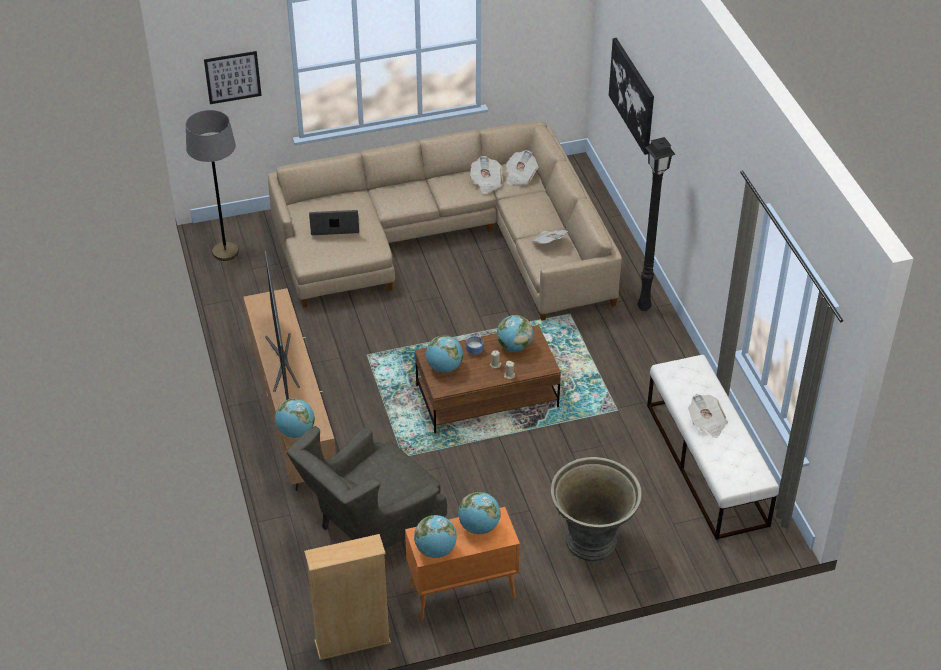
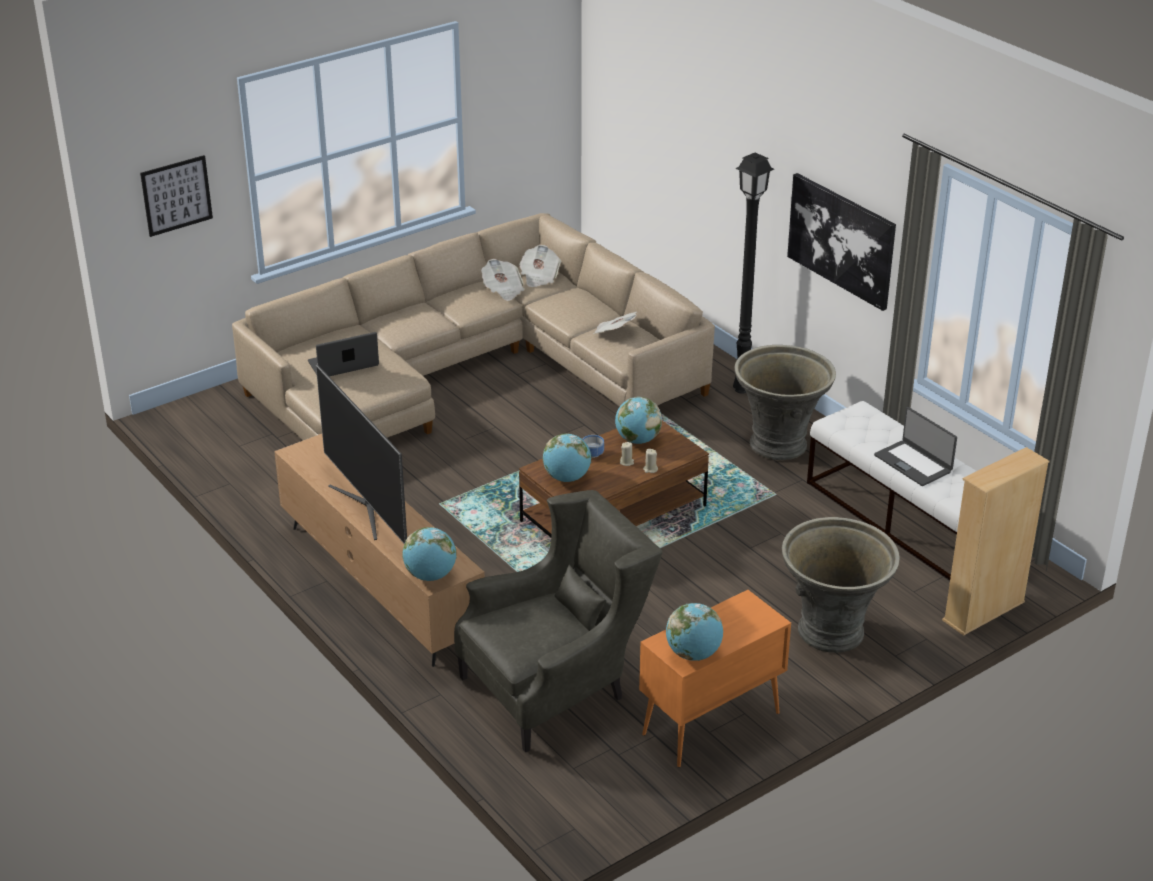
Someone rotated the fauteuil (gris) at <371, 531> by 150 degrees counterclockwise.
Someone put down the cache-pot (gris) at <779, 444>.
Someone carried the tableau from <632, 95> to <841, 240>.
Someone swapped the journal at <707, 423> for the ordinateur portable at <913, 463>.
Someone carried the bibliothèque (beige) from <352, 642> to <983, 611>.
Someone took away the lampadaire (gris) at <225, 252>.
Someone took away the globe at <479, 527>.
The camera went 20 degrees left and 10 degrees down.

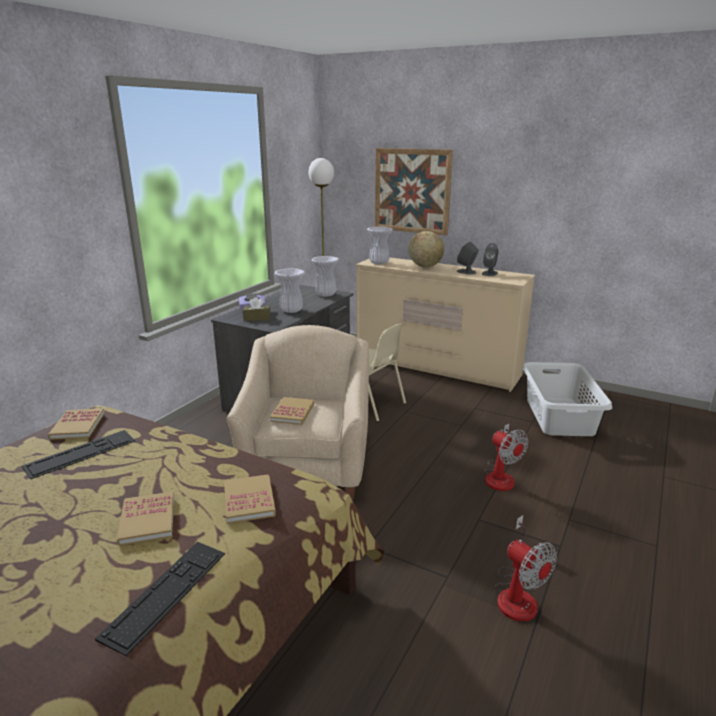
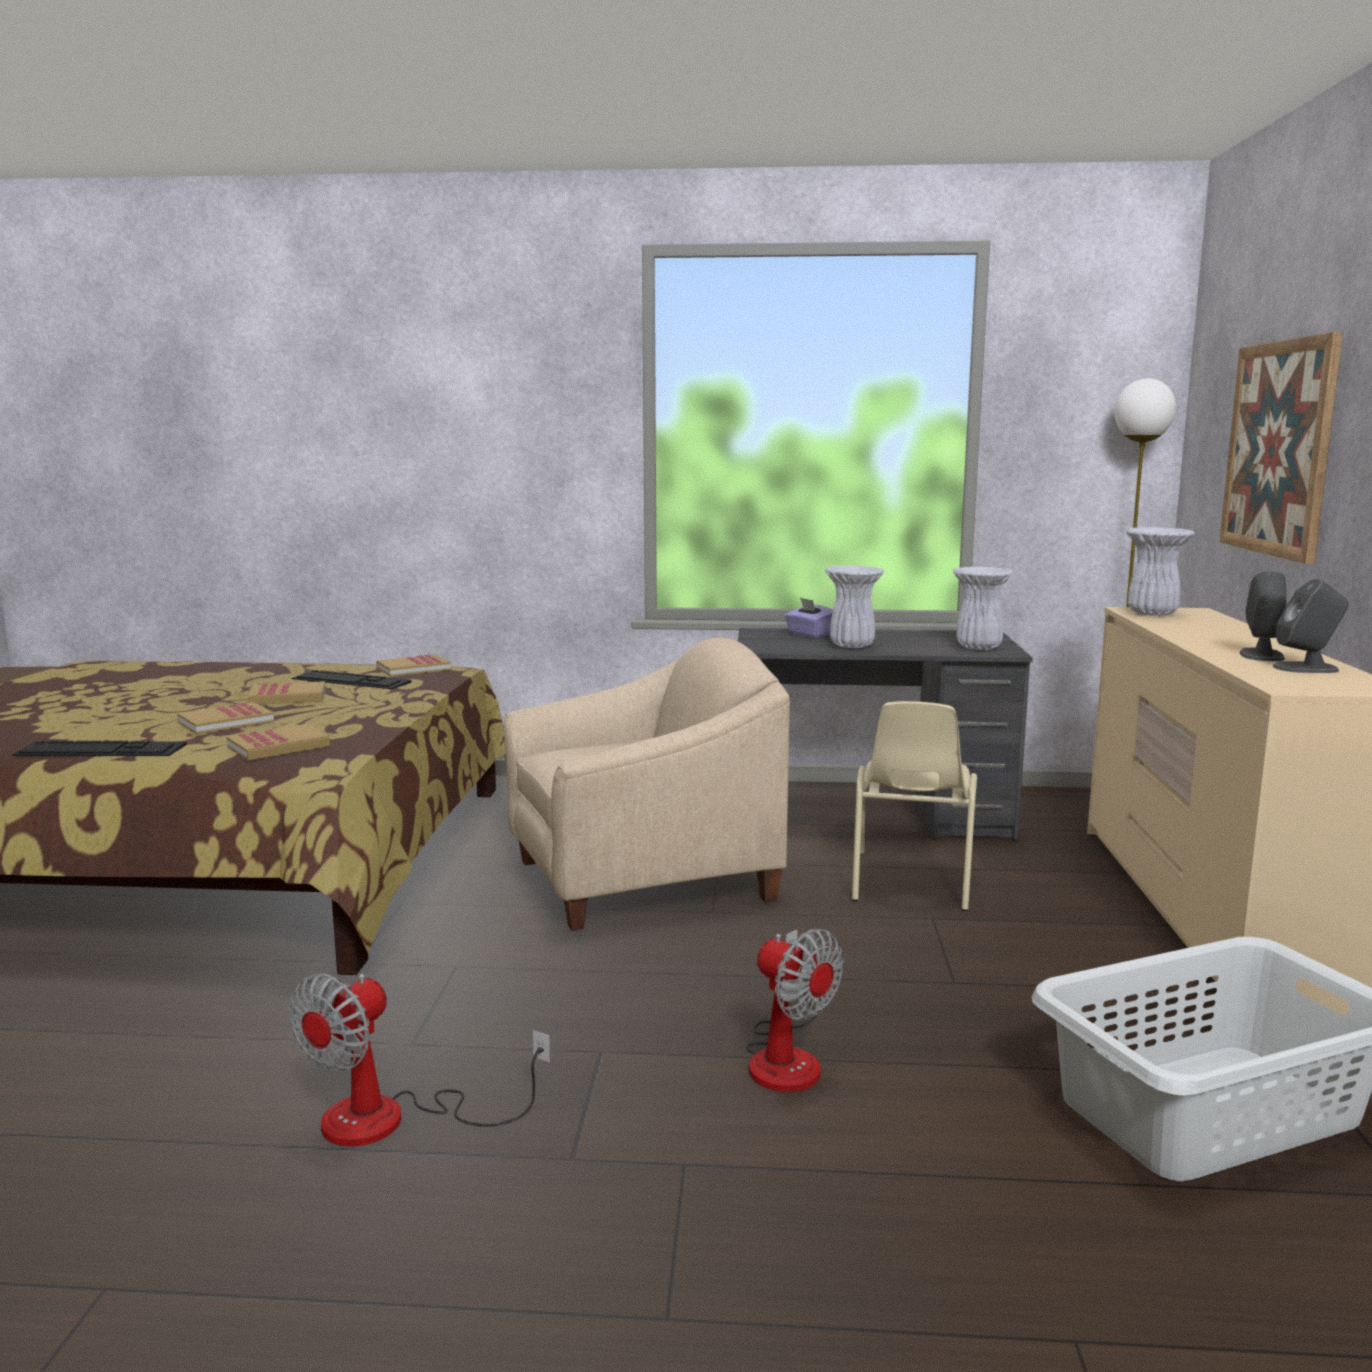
Someone carried the livre from <292, 412> to <288, 697>.
Someone rotated the ventilateur at <501, 476> by 75 degrees counterclockwise.
Someone took away the boîte à mouchoirs (marron) at <257, 318>.
Someone took away the globe at <425, 266>.
The camera went 65 degrees right and 10 degrees down.

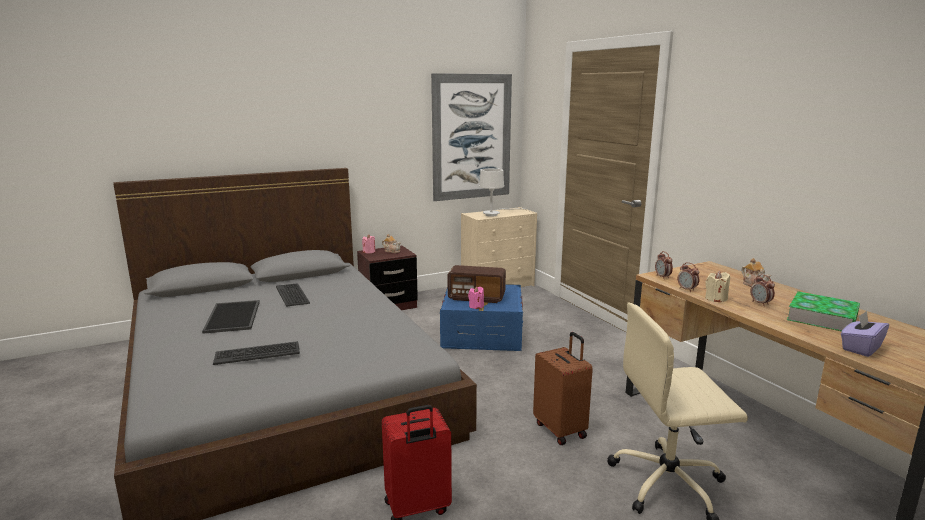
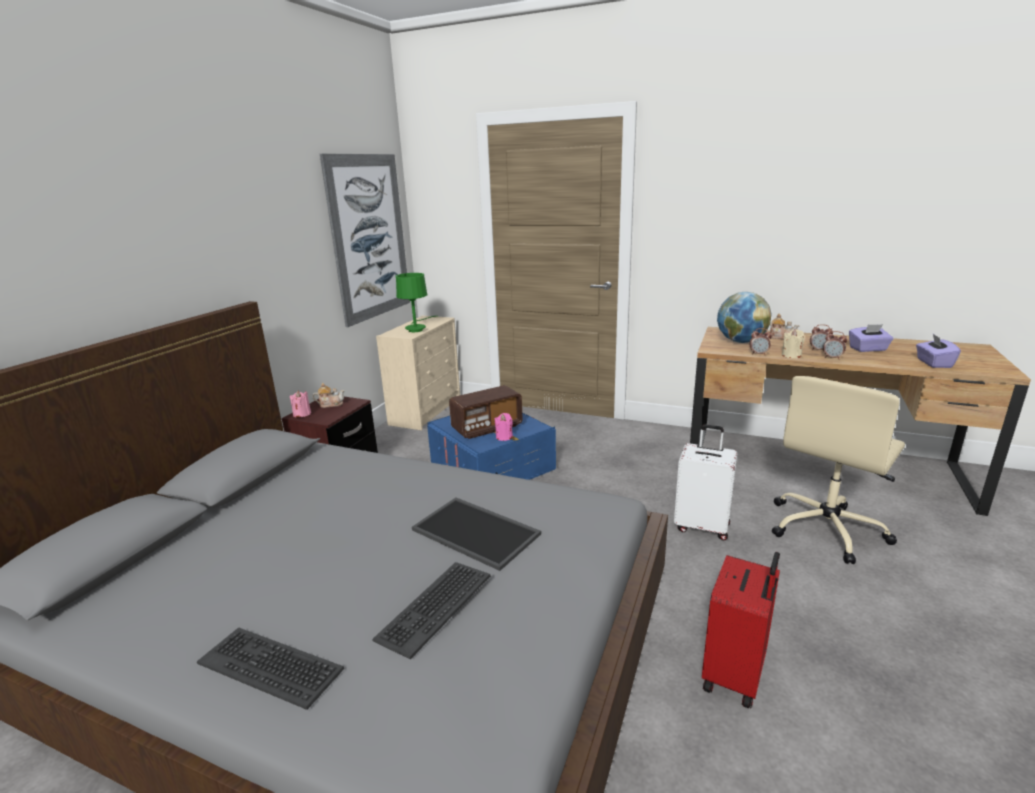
Someone carried the clavier from <293, 295> to <271, 666>.
Someone repainted the lampe de table (blanc) at <494, 214>, which became the lampe de table (vert) at <416, 328>.
Someone carried the plateau from <234, 317> to <478, 531>.
Someone repainted the valise (marron) at <561, 429>, which became the valise (blanc) at <702, 526>.
Someone put down the globe at <740, 341>.
Someone carried the réveil from <662, 277> to <832, 358>.
Someone swapped the livre at <822, 318> for the boîte à mouchoirs (violet) at <868, 349>.
The camera went 40 degrees left and 5 degrees up.

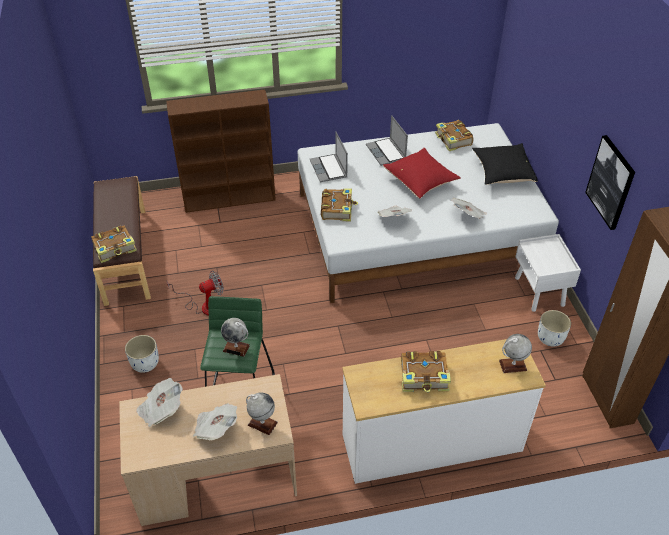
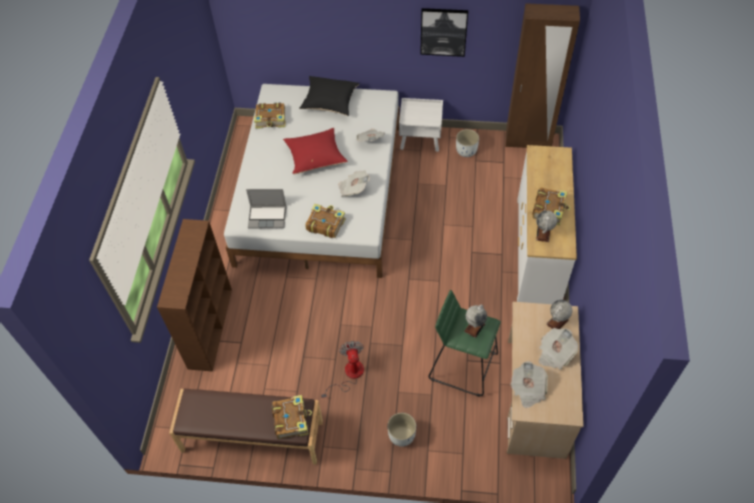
Someone carried the globe from <512, 365> to <543, 234>.
Someone took away the ordinateur portable at <386, 153>.
The camera went 70 degrees left and 10 degrees up.

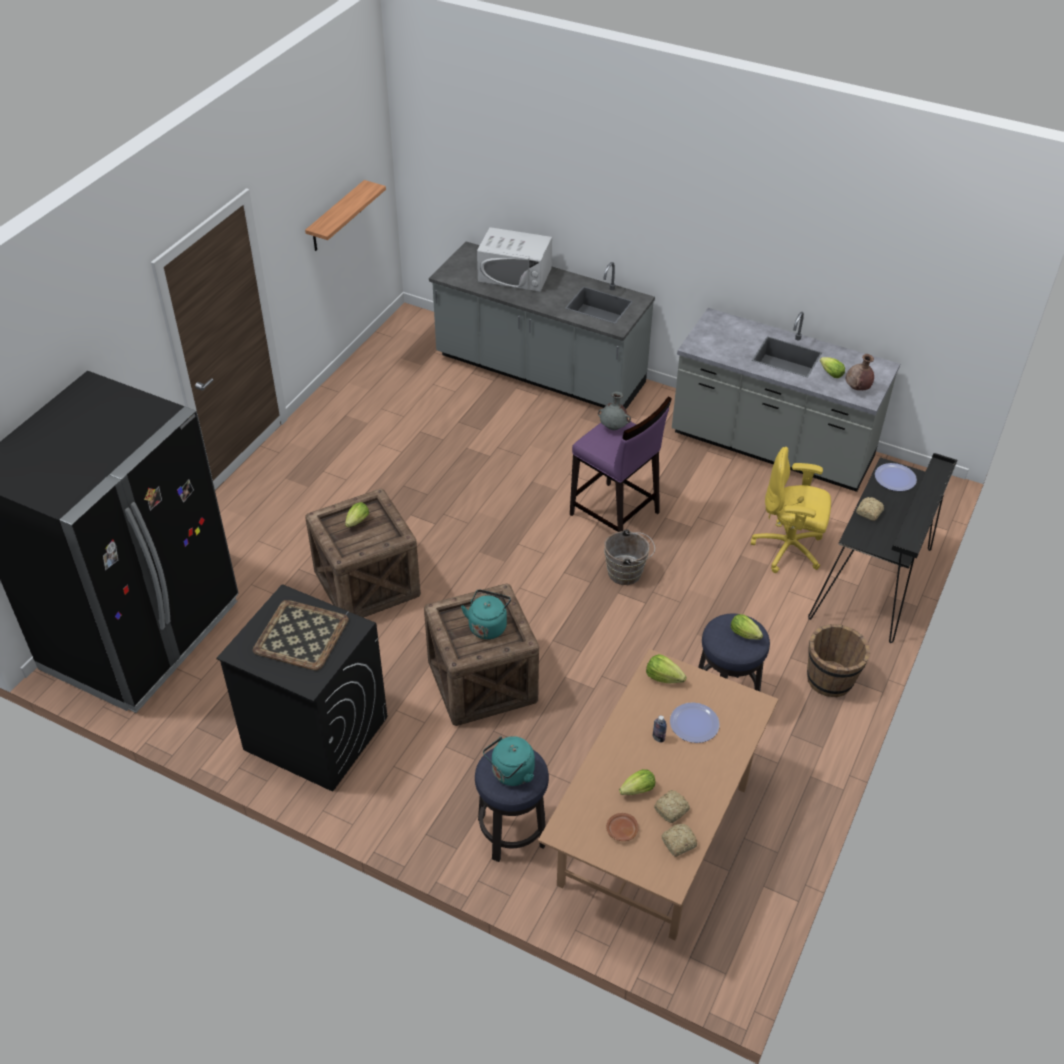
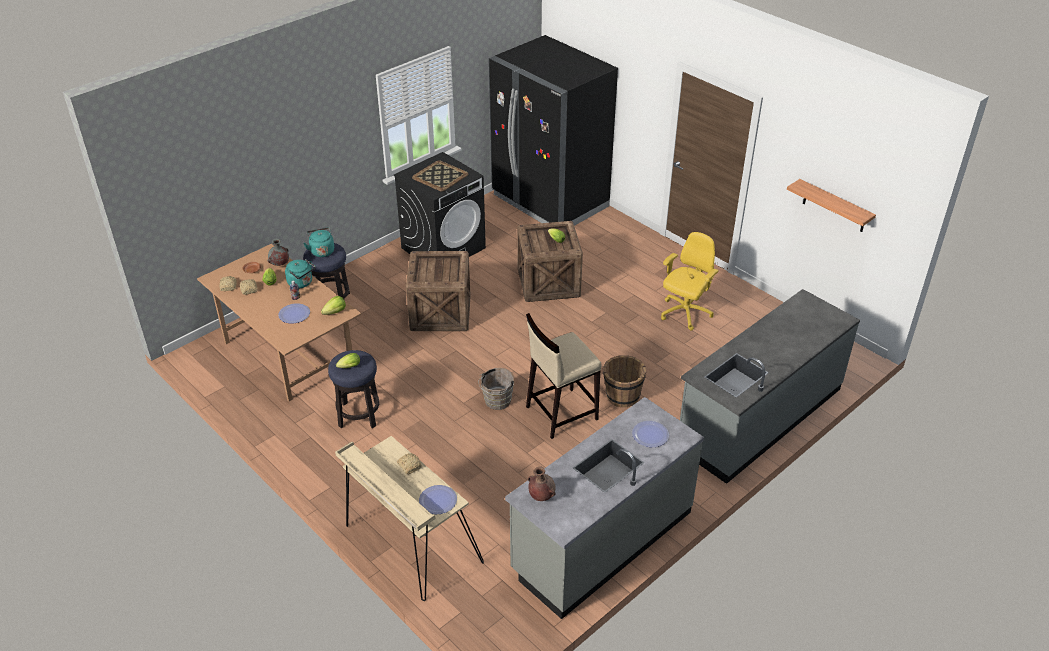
Someone carried the vase (gris) from <613, 427> to <279, 264>.
Someone carried the bouilloire (turquoise) from <488, 625> to <301, 283>.
Someone repainted the bureau (noir) at <874, 582>, which became the bureau (beige) at <409, 544>.
Someone repainted the tabouret (violet) at <614, 514>, which became the tabouret (beige) at <560, 413>.
Someone carried the seau (marron) from <830, 680> to <622, 396>.
Someone put down the assiette at <650, 434>.
Someone carried the chaise de bureau (jaune) from <789, 549> to <685, 313>.
Someone took away the micro-ondes (blanc) at <515, 275>.
Someone took away the laitue at <829, 373>.
The camera went 110 degrees right and 5 degrees down.

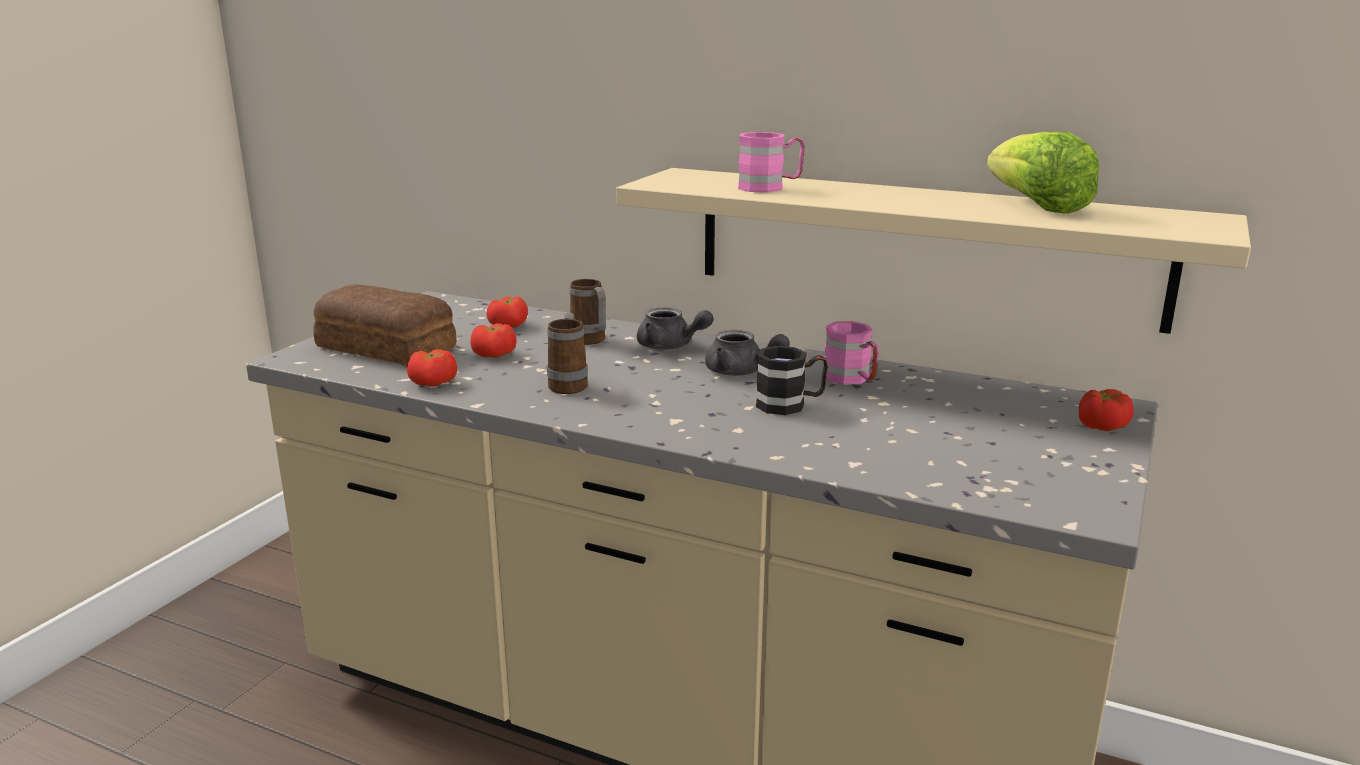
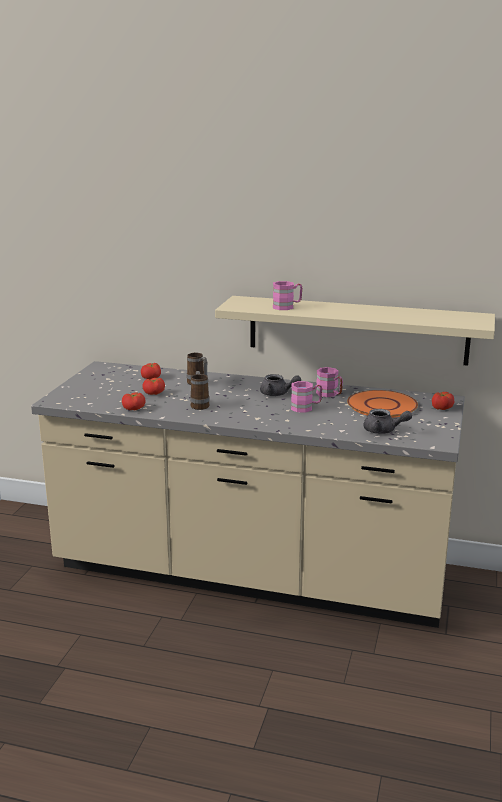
Someone repainted the mug (noir) at <790, 405>, which became the mug (rose) at <306, 407>.
Someone put down the assiette (orange) at <382, 405>.
Someone carried the théière (gris) from <670, 346> to <383, 431>.
Someone took away the pain at <386, 346>.
Someone took away the laitue at <1036, 206>.
The camera went 10 degrees left and 0 degrees up.

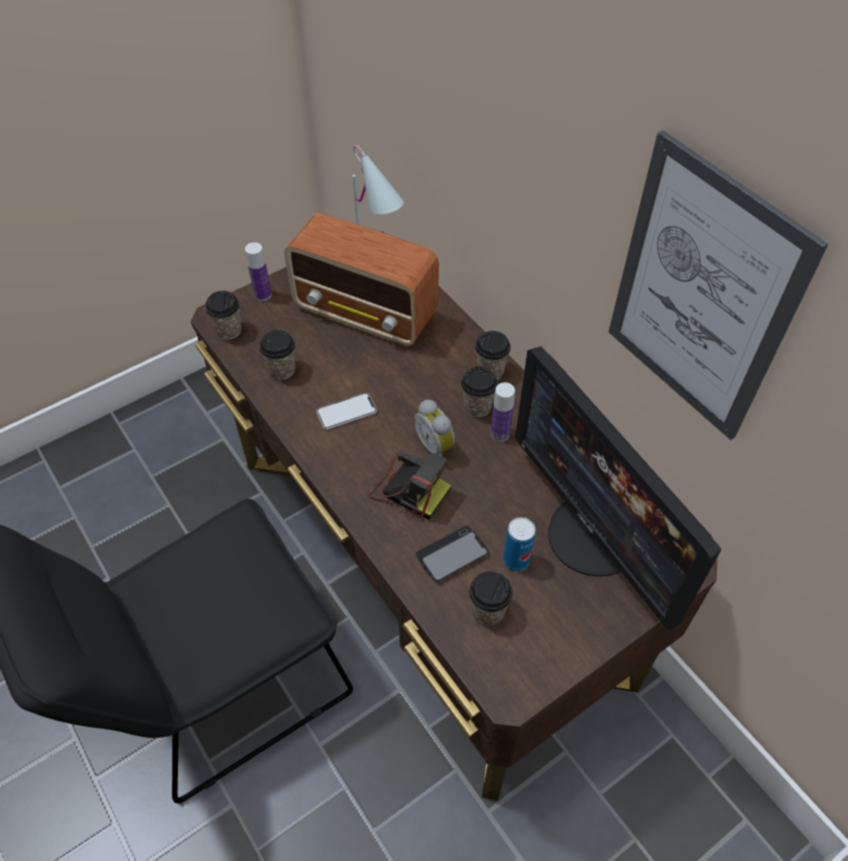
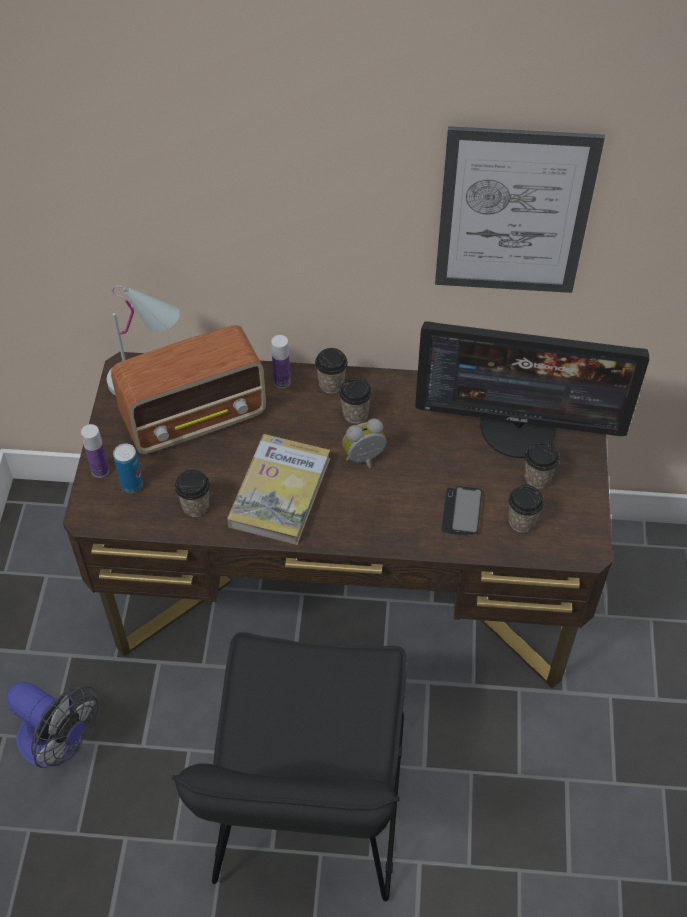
Someone put down the ventilateur at <59, 743>.
Someone carried the boîte métallique from <516, 561> to <132, 484>.
Someone swapped the téléphone at <346, 412> for the livre at <280, 492>.
Someone carried the bouteille from <500, 433> to <282, 382>.
Someone rotated the réveil at <436, 445> by 150 degrees clockwise.
Someone carried the tasse from <228, 330> to <537, 478>.
Someone took away the appareil photo at <408, 488>.
The camera went 50 degrees left and 0 degrees up.

